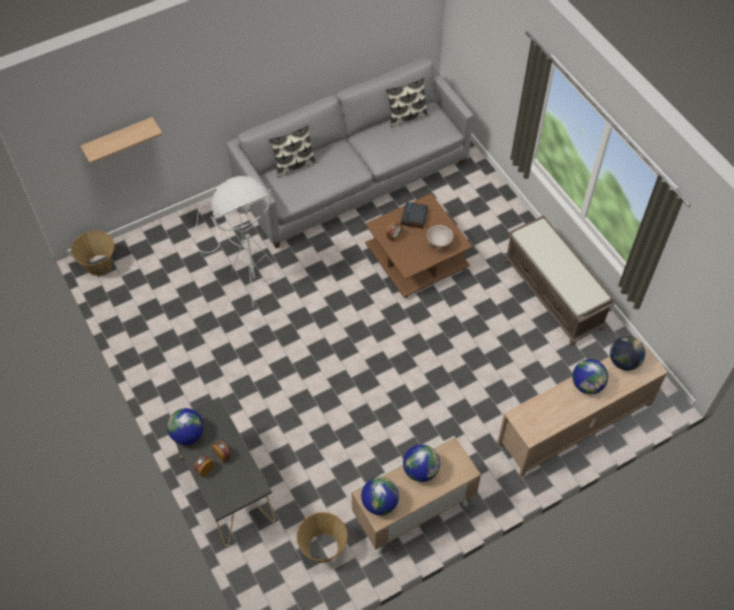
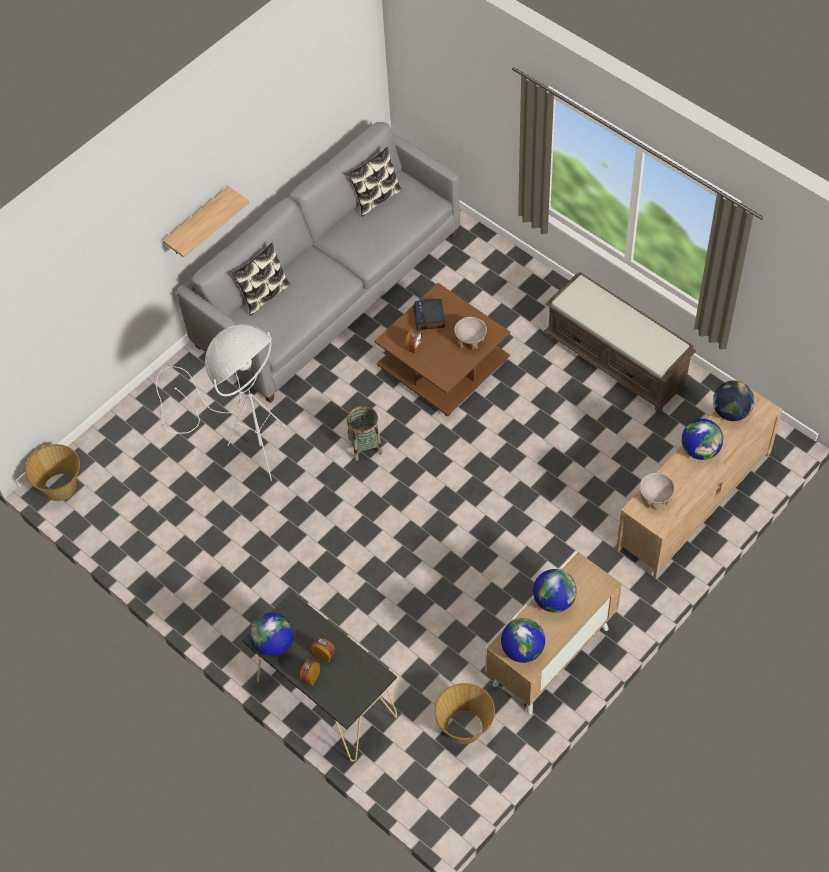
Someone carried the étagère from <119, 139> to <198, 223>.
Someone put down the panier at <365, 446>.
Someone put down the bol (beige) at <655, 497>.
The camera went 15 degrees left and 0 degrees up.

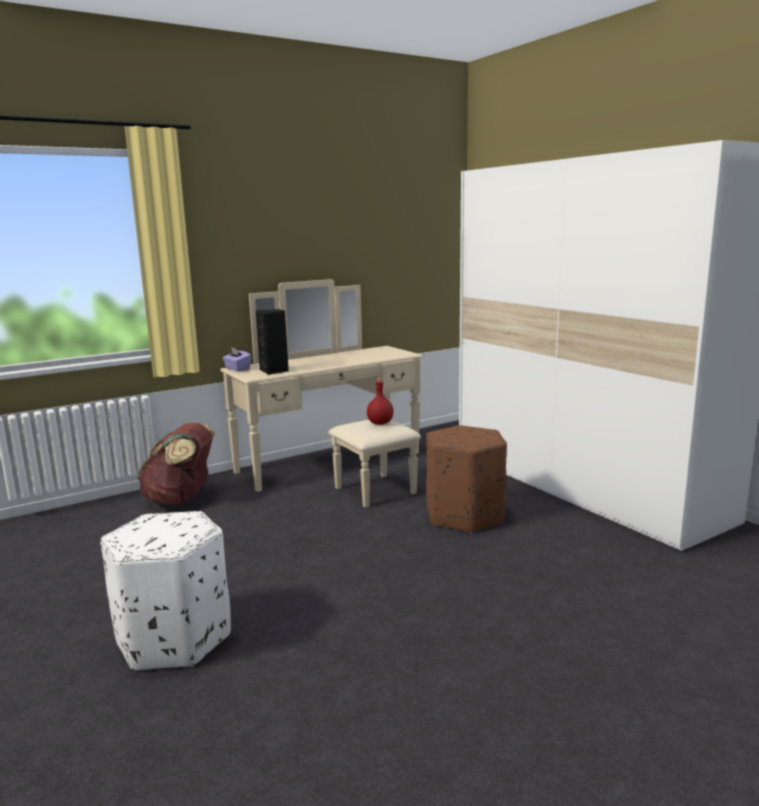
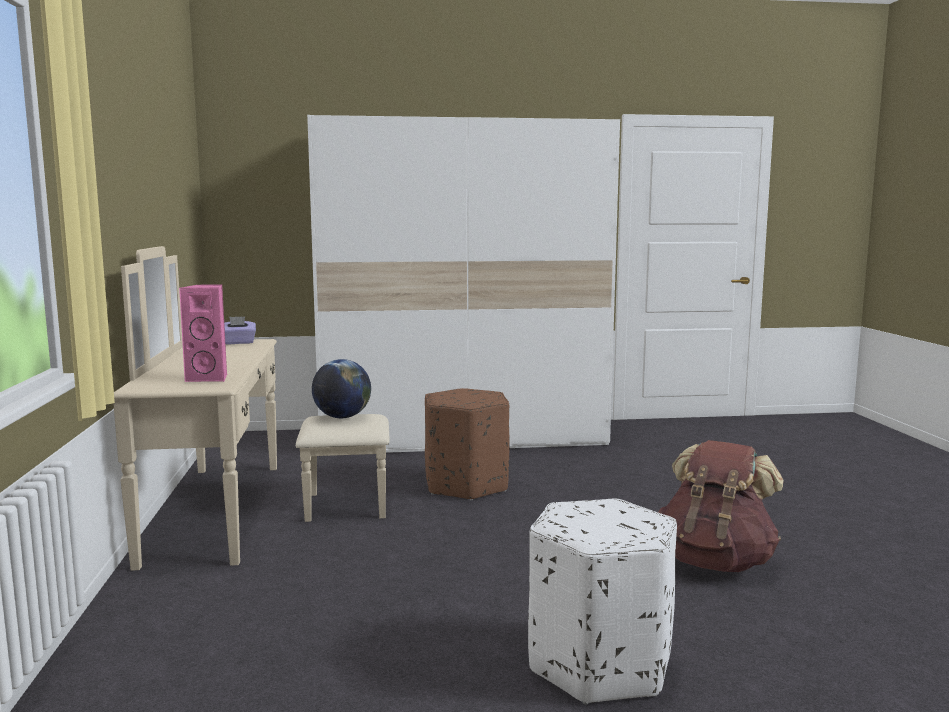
Someone repainted the enceinte (noir) at <274, 371>, which became the enceinte (rose) at <210, 378>.
Someone carried the boîte à mouchoirs (violet) from <237, 369> to <238, 343>.
Someone swapped the bouteille (rouge) at <380, 423> for the globe at <342, 417>.
Someone carried the sac à dos (marron) from <181, 500> to <715, 562>.
The camera went 65 degrees left and 5 degrees down.

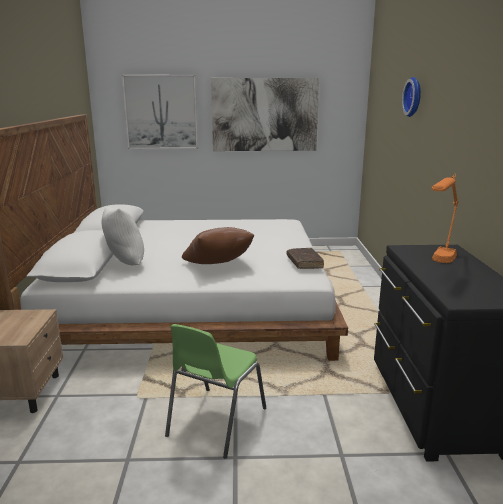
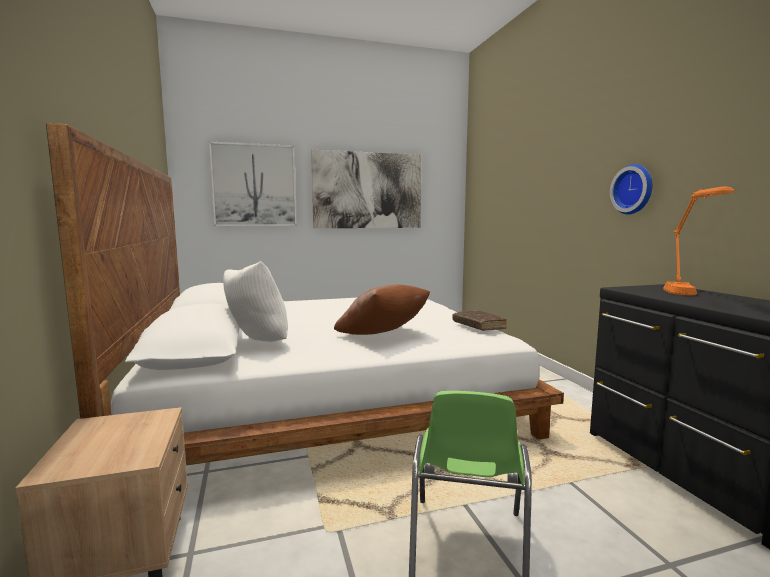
Someone carried the horloge murale from <414, 97> to <634, 189>.
The camera went 15 degrees left and 10 degrees down.

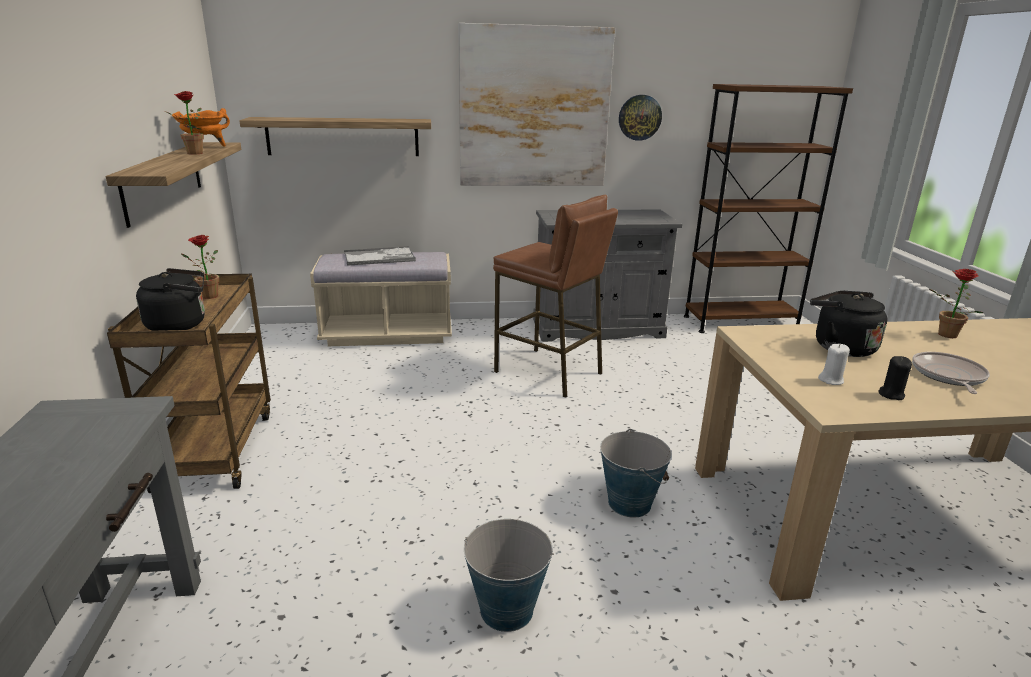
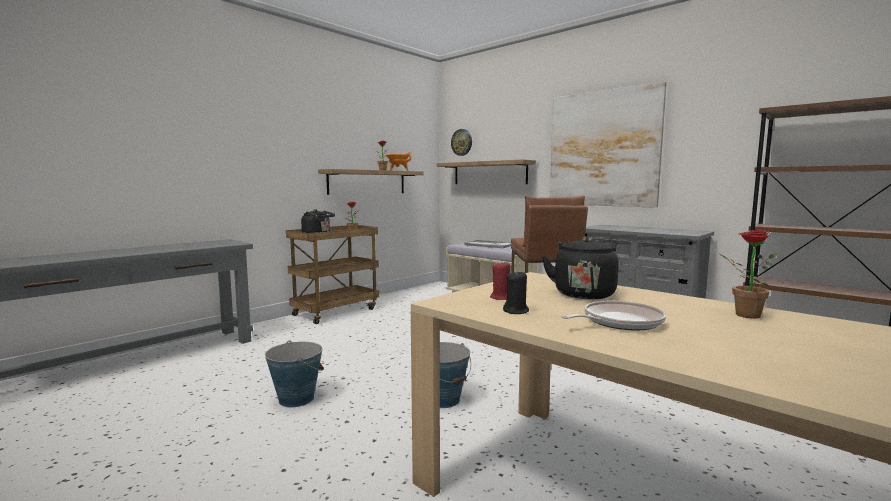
Someone carried the horloge murale from <639, 117> to <462, 142>.
Someone repainted the bougie (blanc) at <831, 380>, which became the bougie (rouge) at <501, 297>.
The camera went 50 degrees right and 15 degrees down.

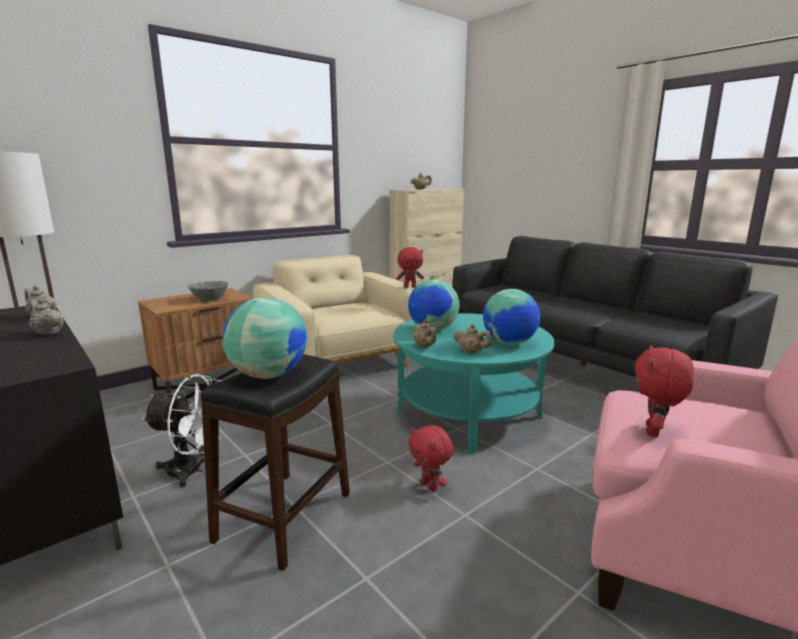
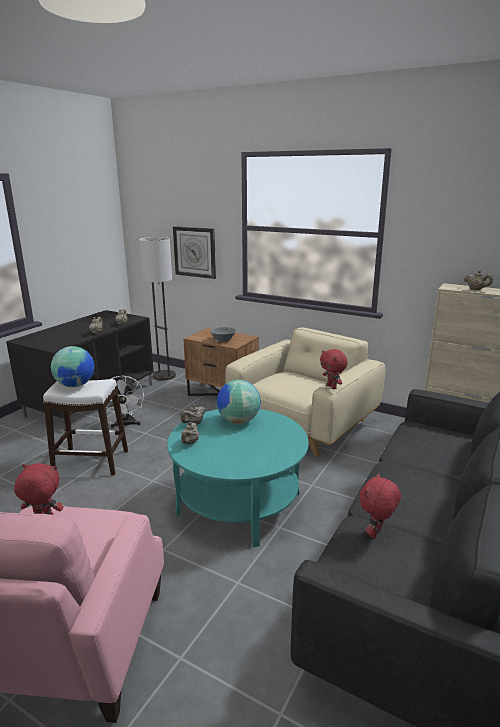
Someone repainted the tabouret (noir) at <285, 516>, which became the tabouret (blanc) at <91, 462>.
Someone put up the horloge murale at <195, 252>.
Someone carried the peluche (rouge) from <430, 486> to <376, 533>.
Someone took away the globe at <510, 343>.
The camera went 70 degrees right and 5 degrees up.

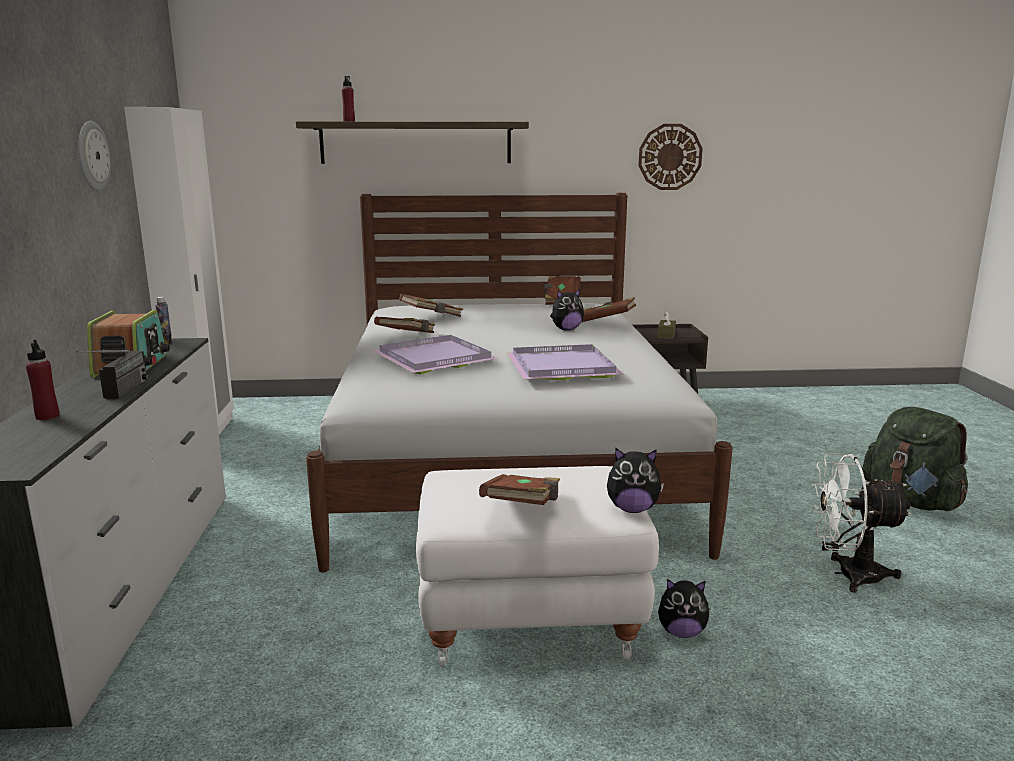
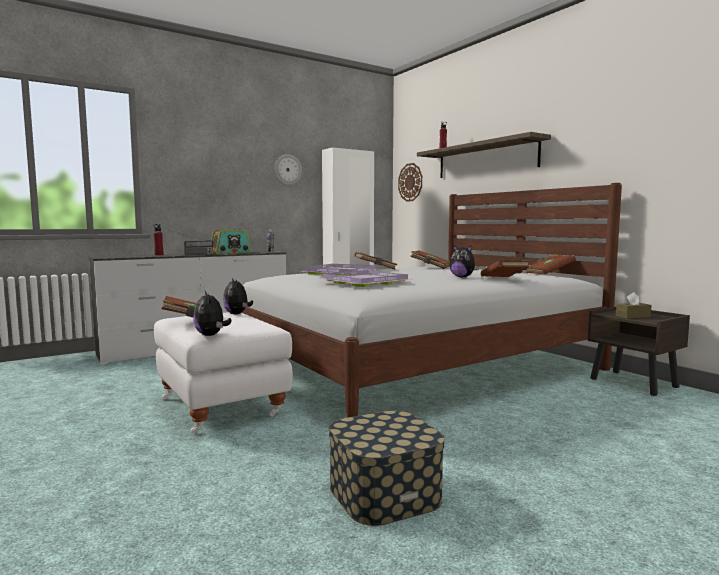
Someone carried the peluche from <681, 632> to <237, 314>.
Someone swapped the ventilateur (blanc) at <848, 574> for the boîte de rangement at <384, 493>.
Someone carried the horloge murale from <670, 157> to <410, 182>.
Someone took away the sac à dos (vert) at <911, 501>.
The camera went 60 degrees right and 10 degrees down.

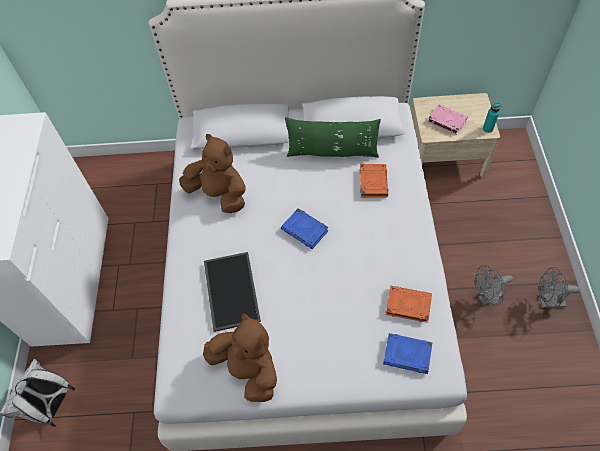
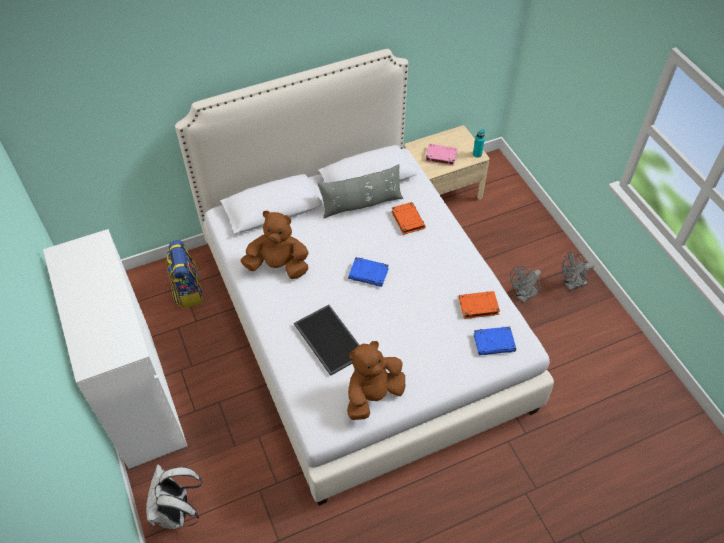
Someone put down the sac à dos at <187, 291>.
Someone repainted the coussin (vert) at <332, 152>, which became the coussin (gris) at <361, 204>.
Someone rotated the peluche (marron) at <248, 369> by 60 degrees counterclockwise.
The camera went 25 degrees left and 5 degrees down.

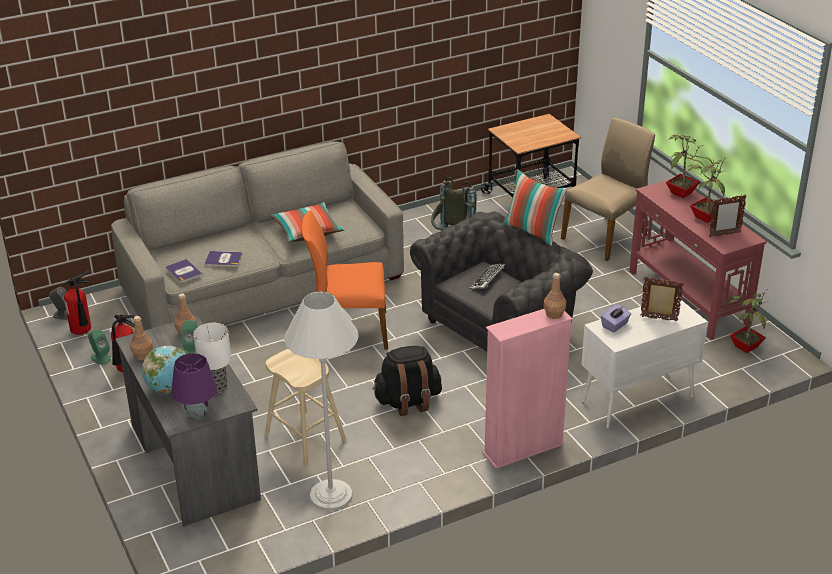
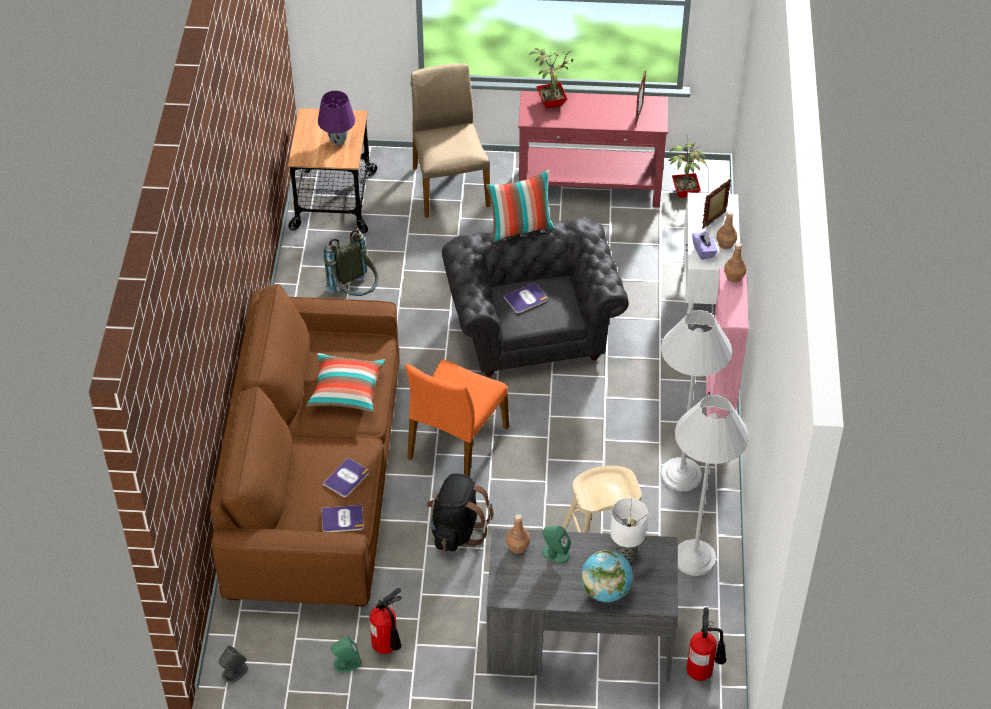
Someone repainted the canapé (gris) at <262, 283>, which became the canapé (marron) at <315, 476>.
Someone carried the lampe de table (violet) from <197, 416> to <337, 141>.
Someone carried the sac à dos (noir) from <408, 402> to <457, 530>.
Someone swapped the clavier at <487, 279> for the livre at <526, 299>.
Someone put down the lampadaire (blanc) at <681, 475>.
Someone carried the extincteur from <83, 332> to <703, 670>.
Someone carried the bouteille (marron) from <143, 356> to <725, 244>.
Someone took away the plante en pot at <705, 217>.
The camera went 60 degrees left and 15 degrees up.

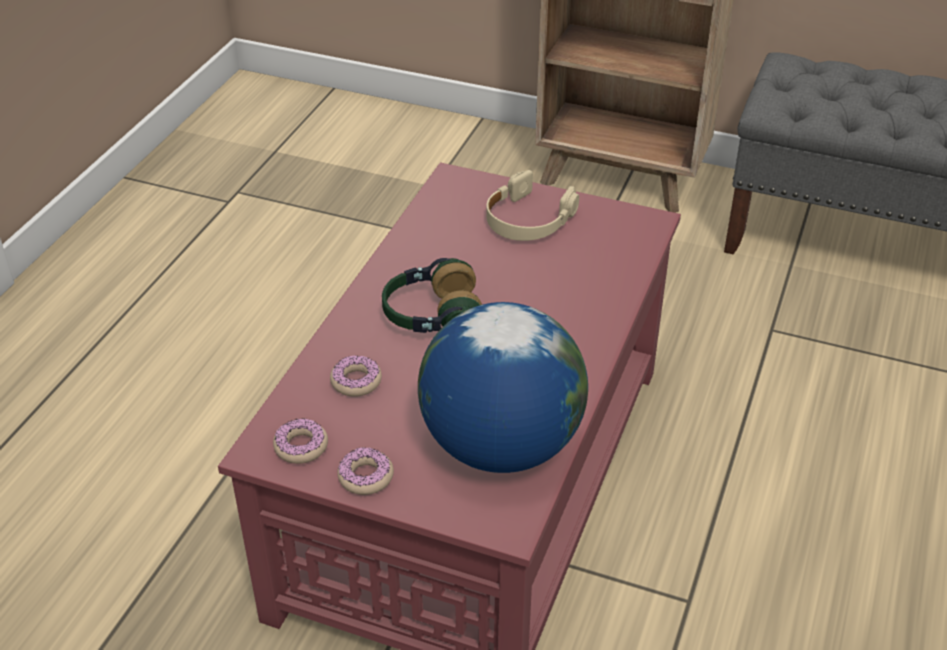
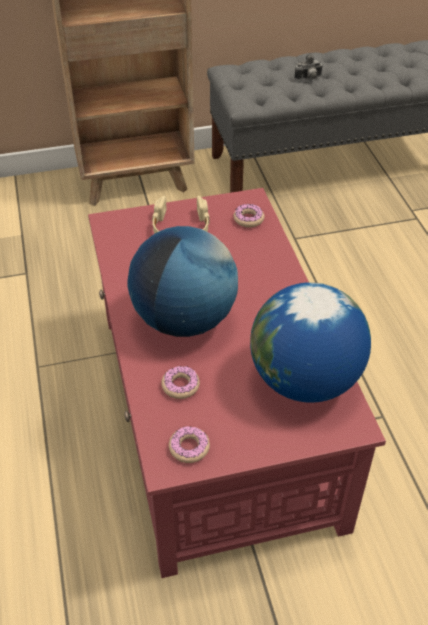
Someone swapped the casque audio at <431, 316> for the globe at <184, 319>.
Someone carried the beignet from <365, 477> to <248, 219>.
Someone put down the appareil photo at <308, 79>.
The camera went 35 degrees left and 5 degrees up.

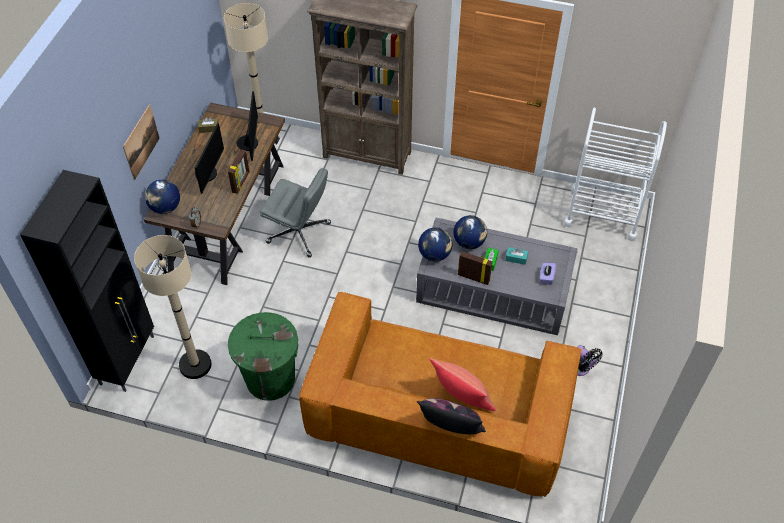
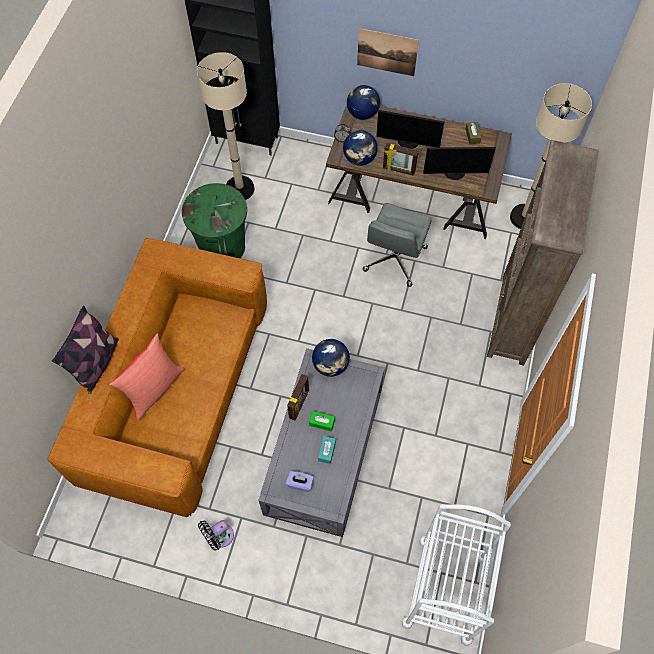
Someone carried the globe from <469, 242> to <359, 159>.
The camera went 90 degrees right and 10 degrees up.

